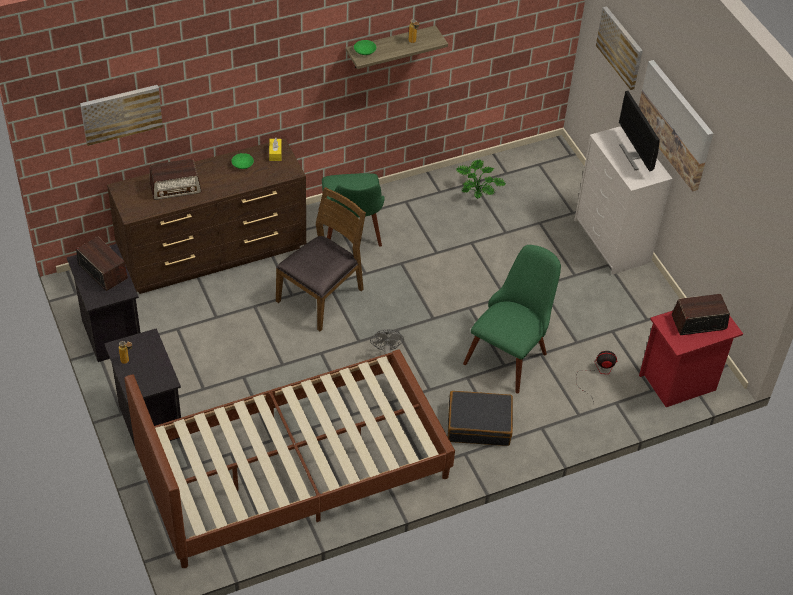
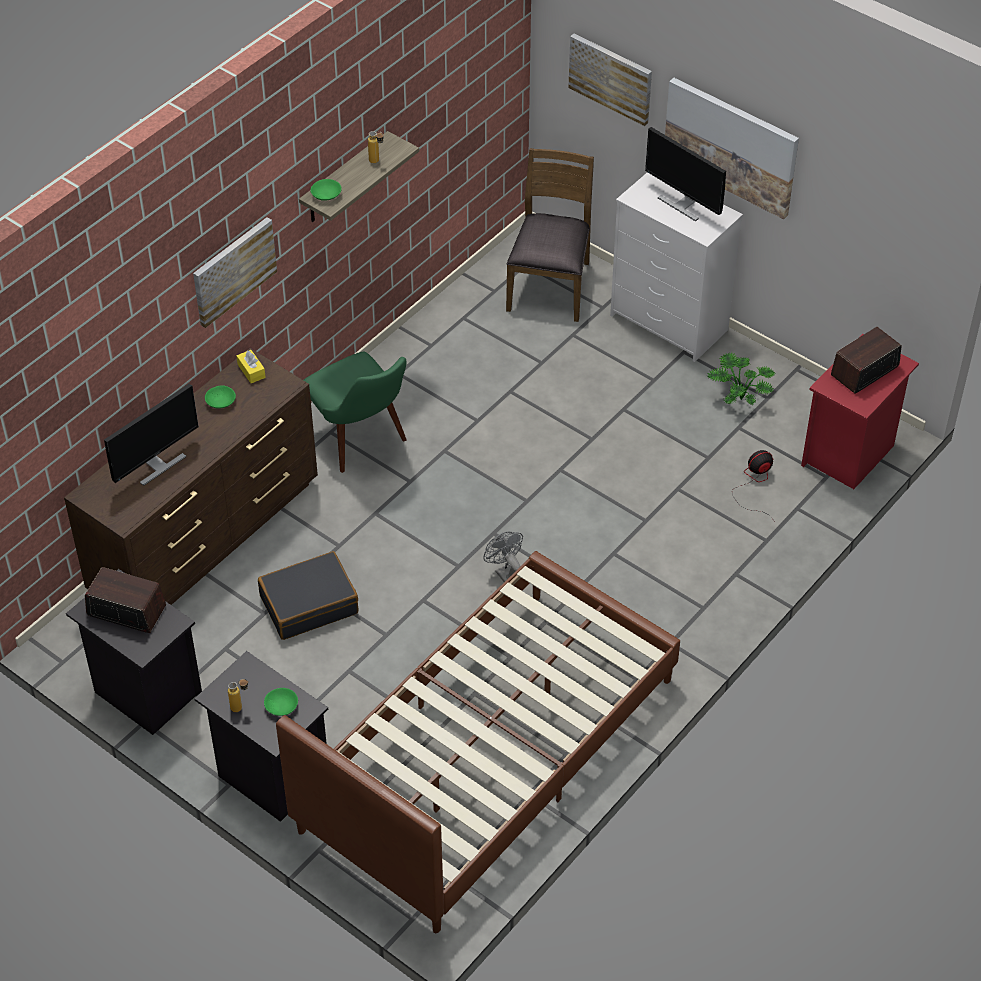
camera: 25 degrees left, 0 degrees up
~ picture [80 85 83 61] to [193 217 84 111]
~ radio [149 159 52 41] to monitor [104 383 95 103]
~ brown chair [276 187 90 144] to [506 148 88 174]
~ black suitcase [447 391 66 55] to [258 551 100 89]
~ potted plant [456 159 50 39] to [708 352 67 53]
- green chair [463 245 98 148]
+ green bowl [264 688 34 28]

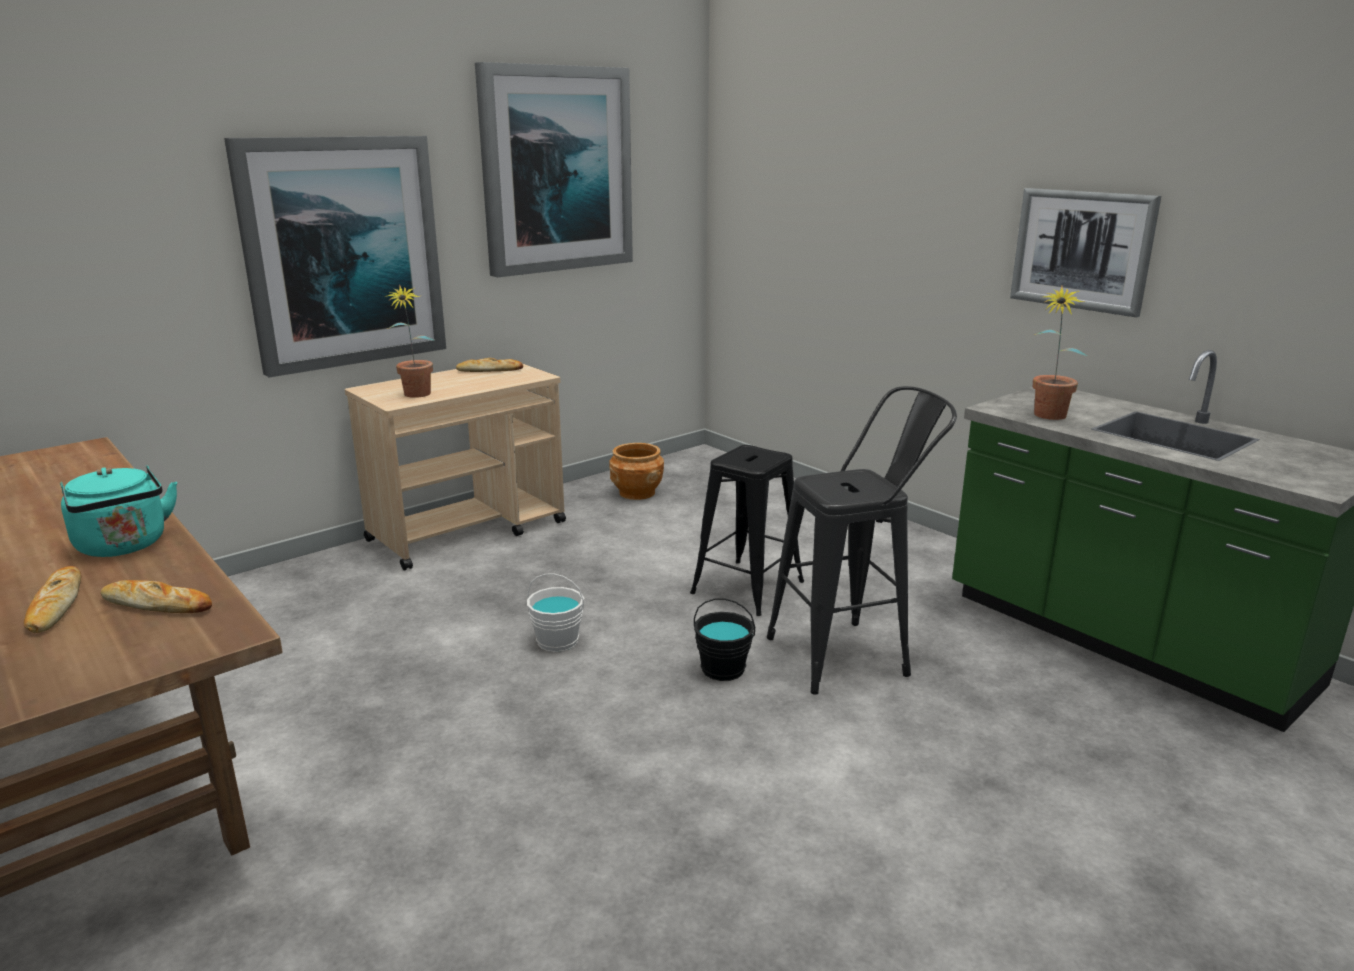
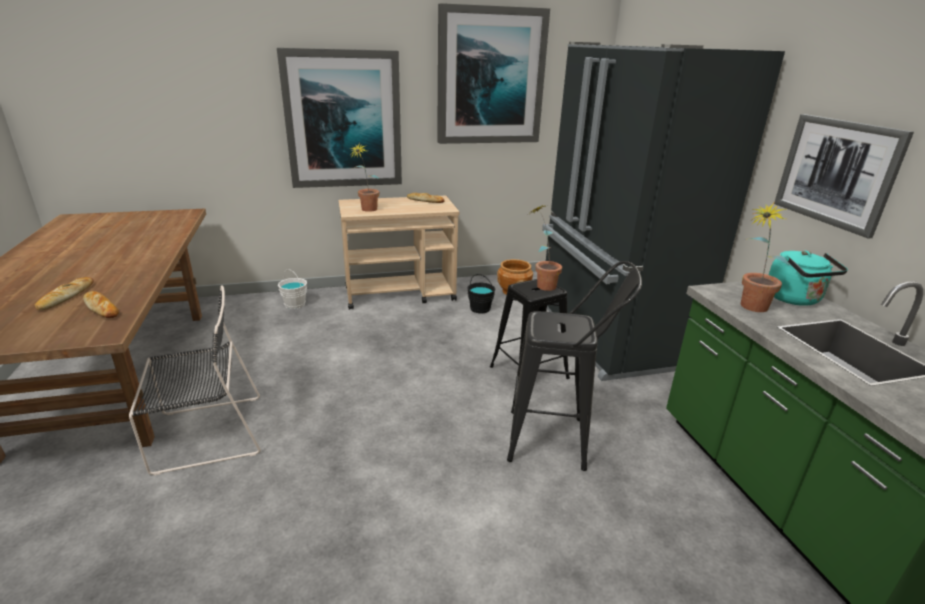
camera: 25 degrees right, 5 degrees up
~ turquoise kettle [60 465 117 92] to [769 251 79 55]
~ white bucket [527 573 57 79] to [278 269 29 40]
~ black bucket [694 598 61 83] to [467 274 28 39]
+ black chair [129 285 132 191]
+ potted plant [526 205 36 86]
+ black fridge [542 42 243 339]

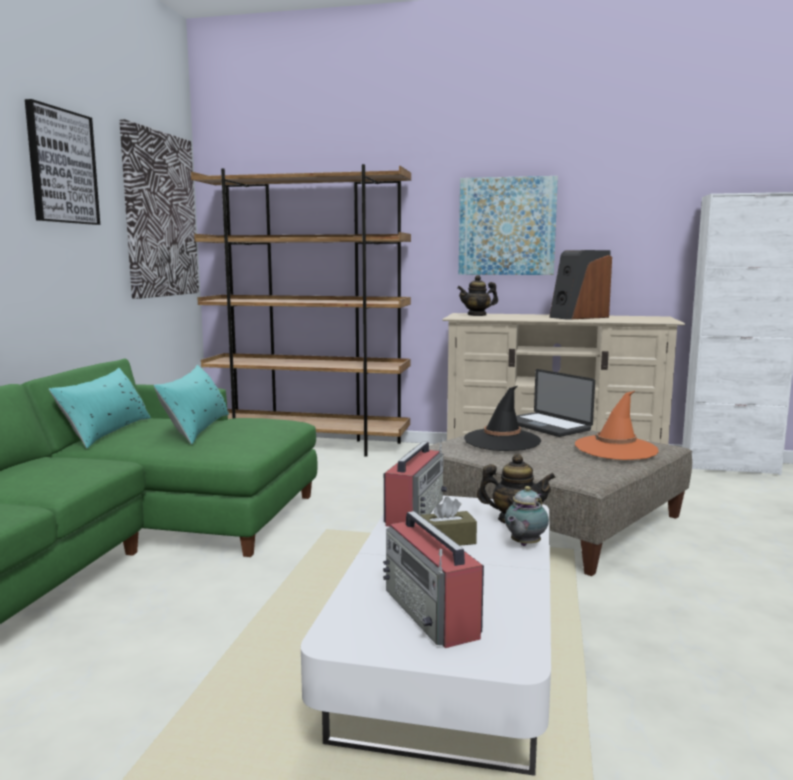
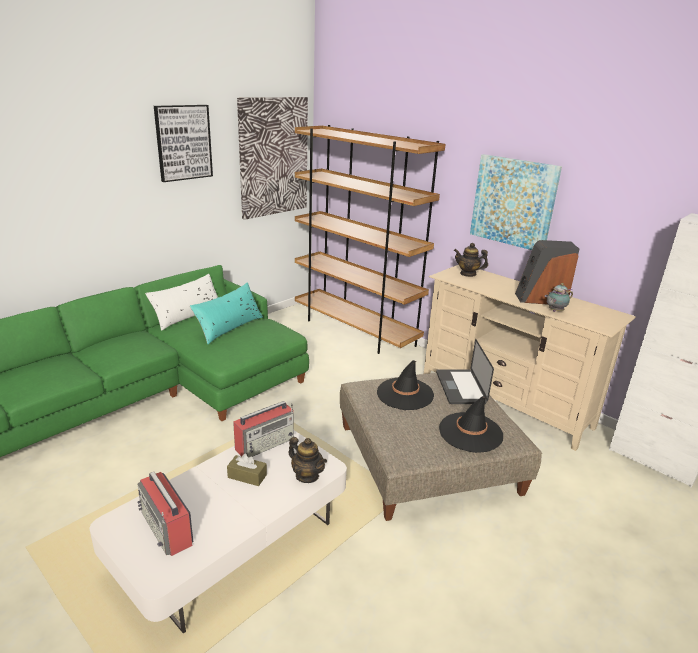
camera: 30 degrees right, 15 degrees up
~ turquoise pillow [49 368 102 80] to white pillow [145 274 73 57]
~ radio [383 511 101 137] = [137 472 56 84] 45 degrees counterclockwise
~ teapot [505 486 44 60] to [545 283 28 29]
~ orange hat [575 391 83 69] to black hat [439 396 64 57]

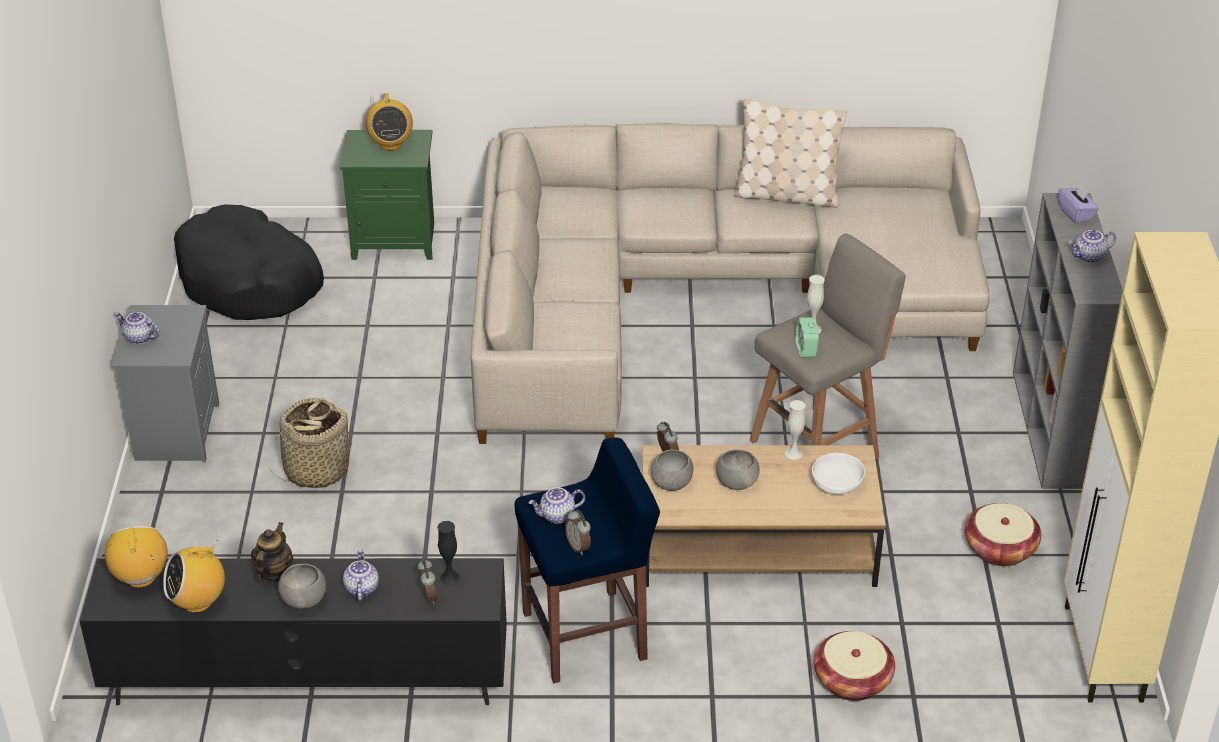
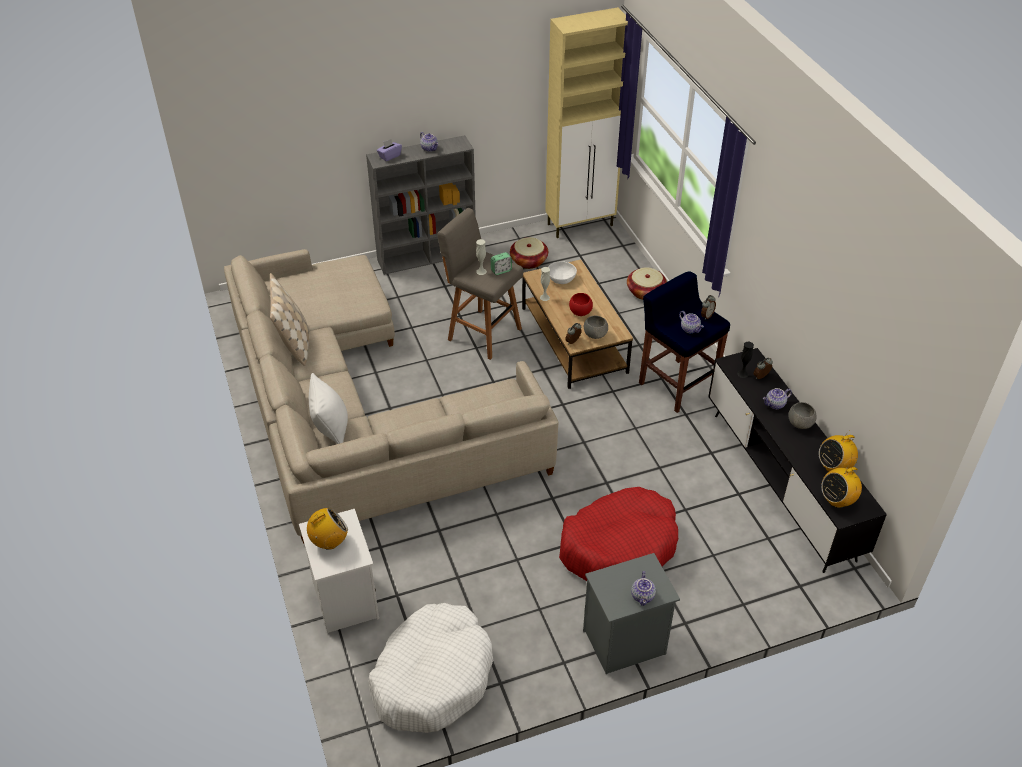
camera: 110 degrees left, 5 degrees up
~ radio [163 540 62 73] = [819 431 39 41] 105 degrees clockwise
~ black dog bed [174 205 150 115] to white dog bed [368 603 125 130]
- teapot [251 522 42 60]
~ basket [270 398 83 90] to red dog bed [559 487 119 94]
~ green nightstand [340 130 94 130] to white nightstand [299 509 80 124]
~ grey bowl [716 449 44 41] to red bowl [569 293 24 23]
+ white pillow [309 373 39 71]

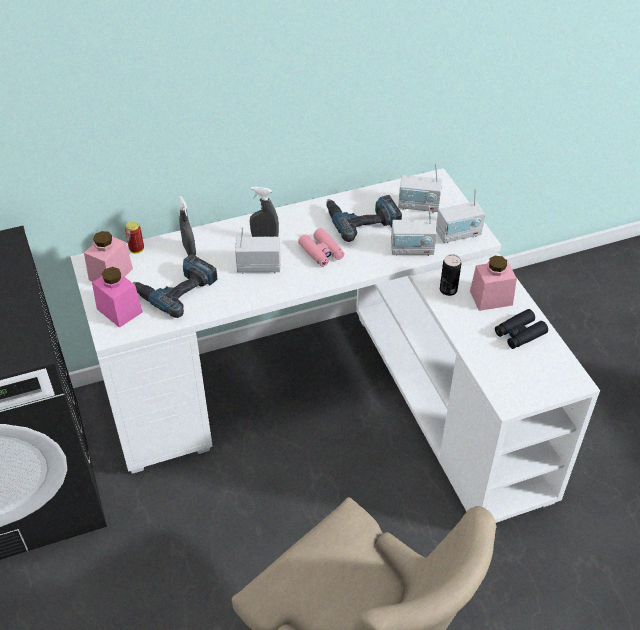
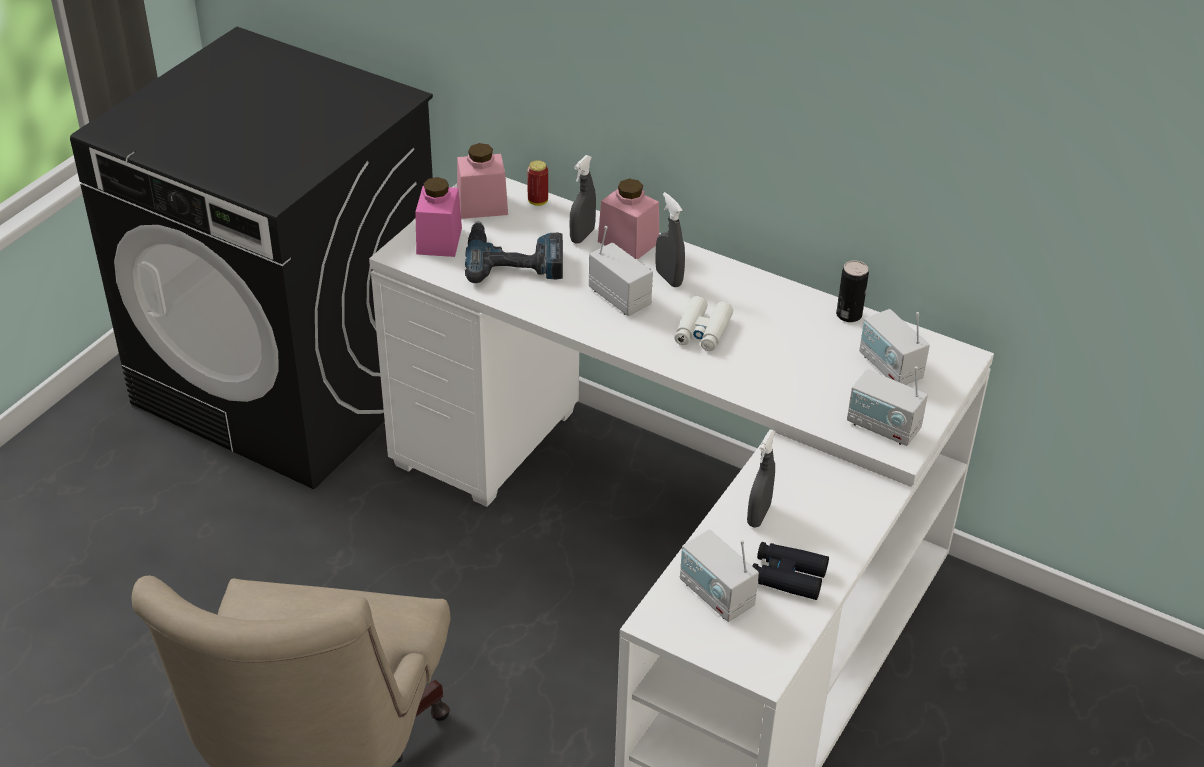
camera: 50 degrees right, 5 degrees down
~ pink binoculars [298 228 46 39] to white binoculars [674 296 59 55]
- power drill [326 195 76 47]
~ radio [391 206 46 50] to [680 529 79 93]
~ can [440 254 22 42] to [836 260 33 62]
~ pink jar [470 256 47 55] to [598 179 61 80]
+ grey spray bottle [747 429 28 99]

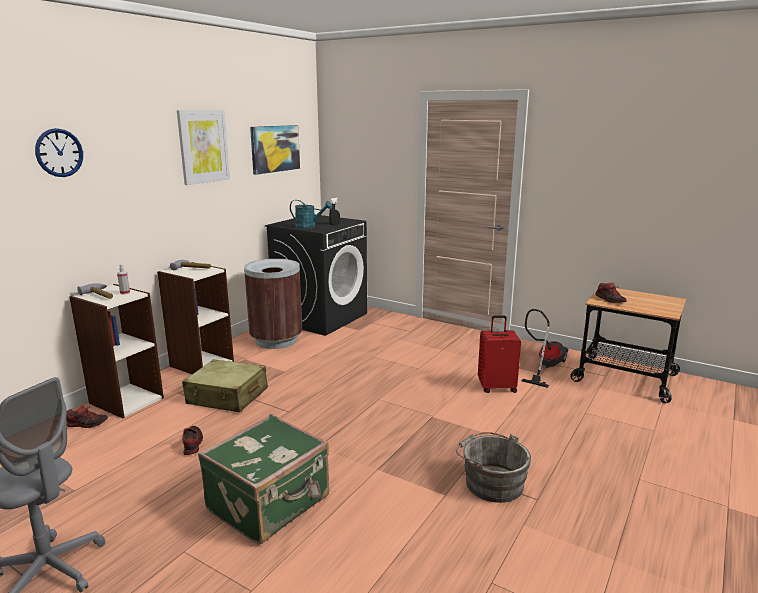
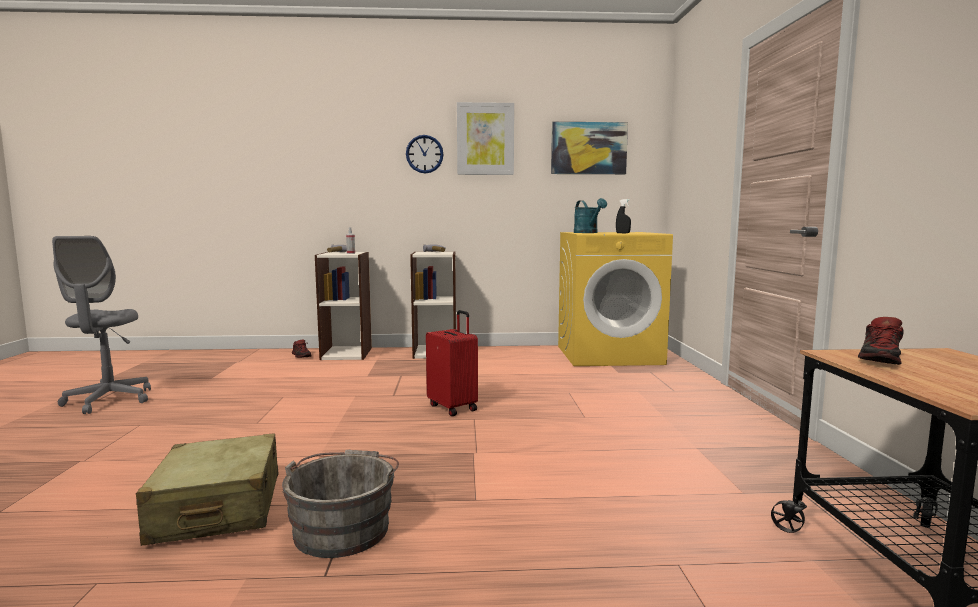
camera: 55 degrees right, 10 degrees down
~ wall clock [35 128 48 49] to [406 135 38 38]
~ beige suitcase [182 359 86 54] to [136 433 143 113]
- shoe [183 426 20 29]
- green suitcase [198 414 131 130]
- brown trash can [244 259 58 90]
~ black washing machine [265 214 102 122] to yellow washing machine [558 232 115 134]
~ red suitcase [478 315 43 78] to [426 310 52 106]
- vacuum cleaner [521 309 48 79]

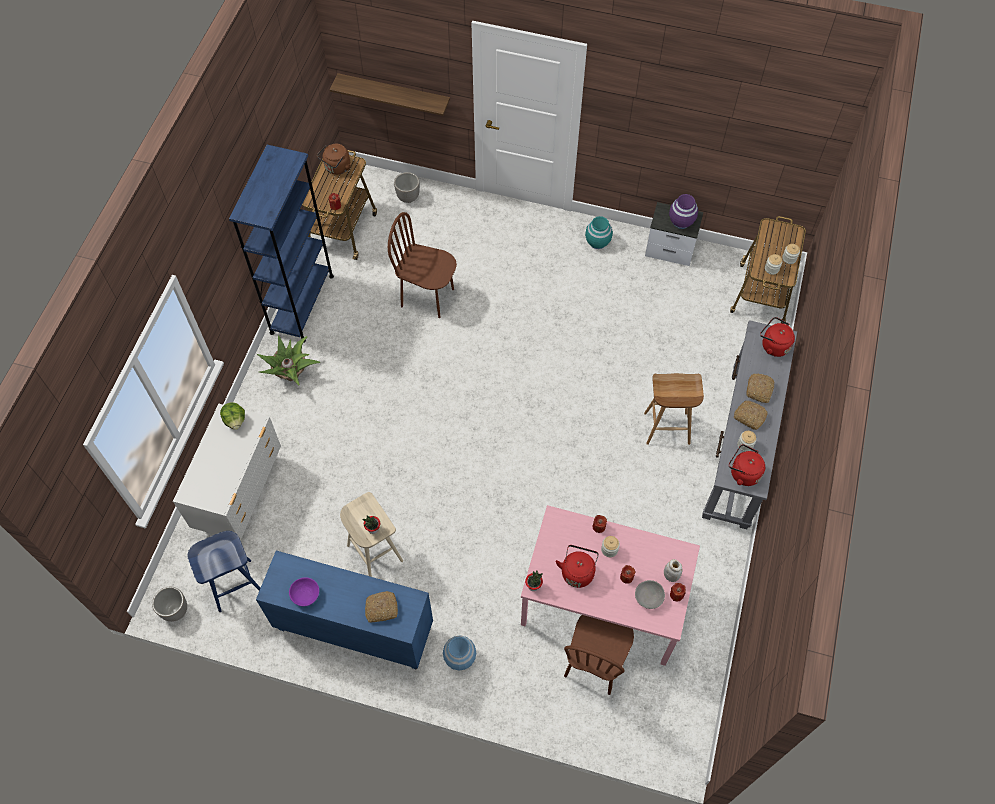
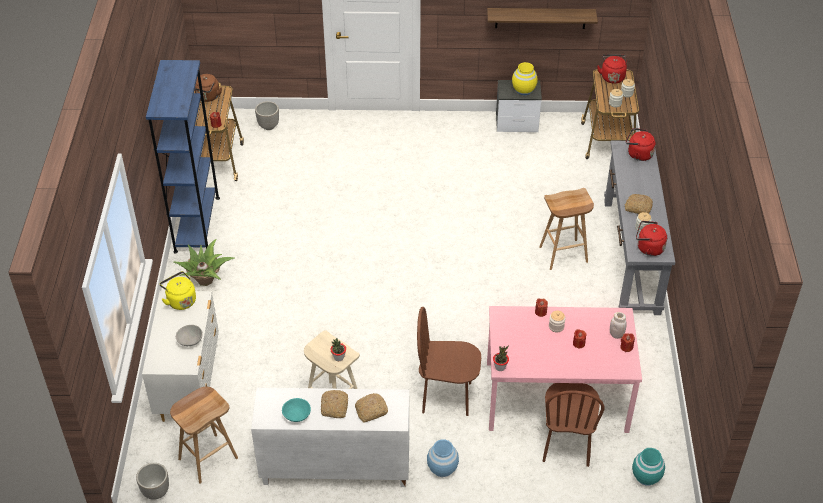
camera: 15 degrees left, 15 degrees down
~ blue stool [188 531 72 81] to brown stool [170 387 68 97]
~ lettuce [220 403 25 27] to yellow kettle [160 271 36 39]
~ blue cabinet [256 551 177 119] to white cabinet [251 388 158 99]
~ purple bowl [289 577 30 29] to turquoise bowl [282 398 29 24]
~ shelf [330 73 120 43] to [487 8 111 21]
~ brown chair [388 212 69 106] to [417 307 64 109]
~ red kettle [556 545 43 43] to [597 54 30 30]
~ turquoise vase [585 216 28 33] to [632 448 33 38]
~ grey bowl [635 580 30 29] to [176 325 27 21]
~ purple vase [669 194 29 35] to yellow vase [512 62 26 33]
~ bread [746 374 29 29] to [321 390 27 28]

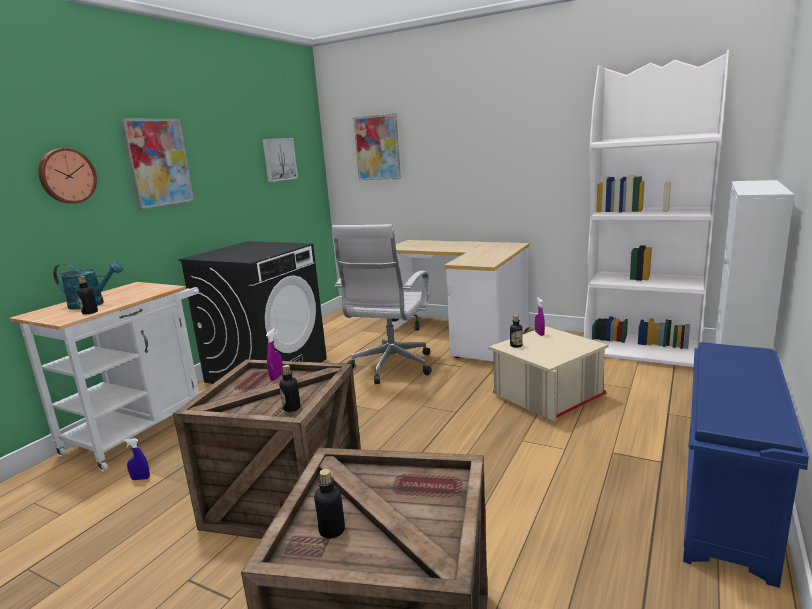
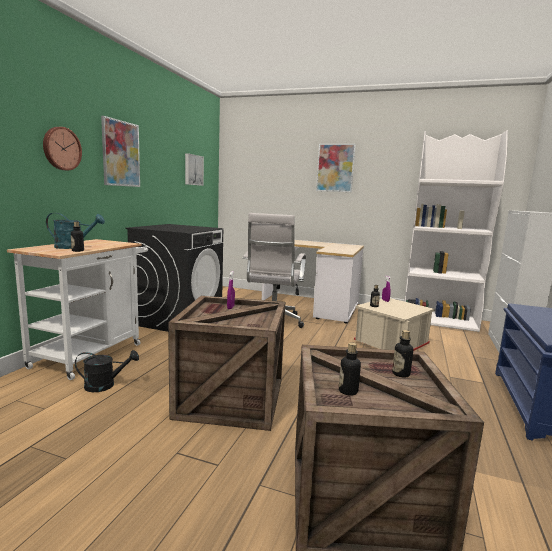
camera: 10 degrees left, 5 degrees down
~ blue spray bottle [123 438 27 42] to black watering can [75 350 64 42]
~ bottle [279 365 21 47] to [392 330 21 47]
~ picture [353 114 48 66] to [316 144 40 48]

